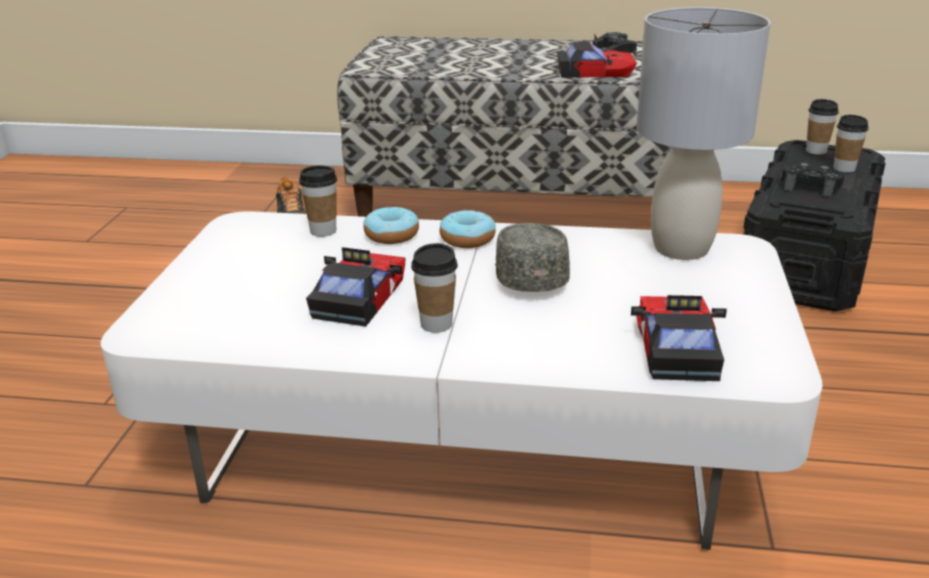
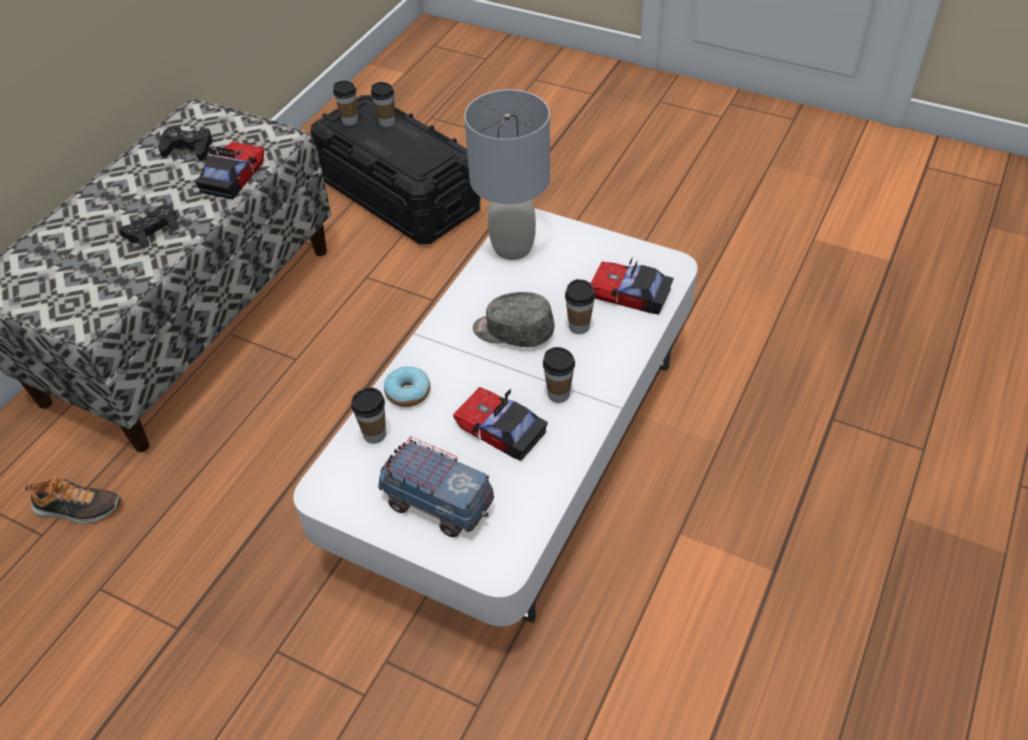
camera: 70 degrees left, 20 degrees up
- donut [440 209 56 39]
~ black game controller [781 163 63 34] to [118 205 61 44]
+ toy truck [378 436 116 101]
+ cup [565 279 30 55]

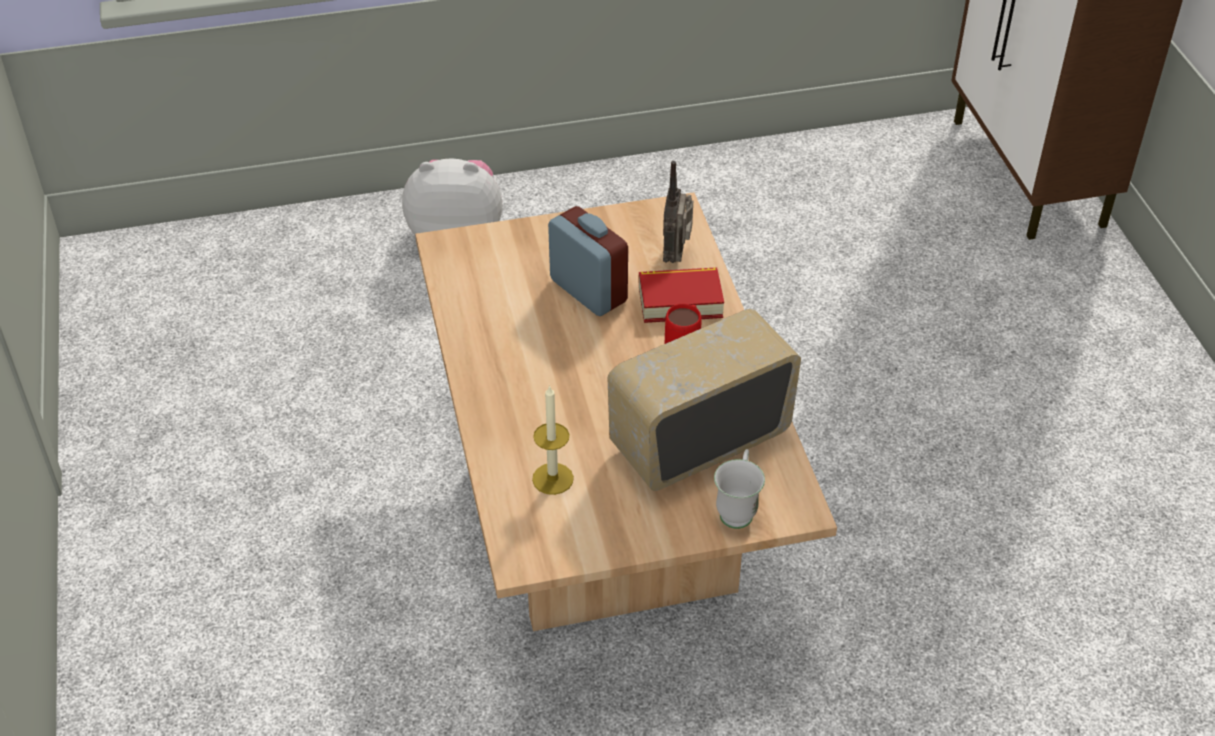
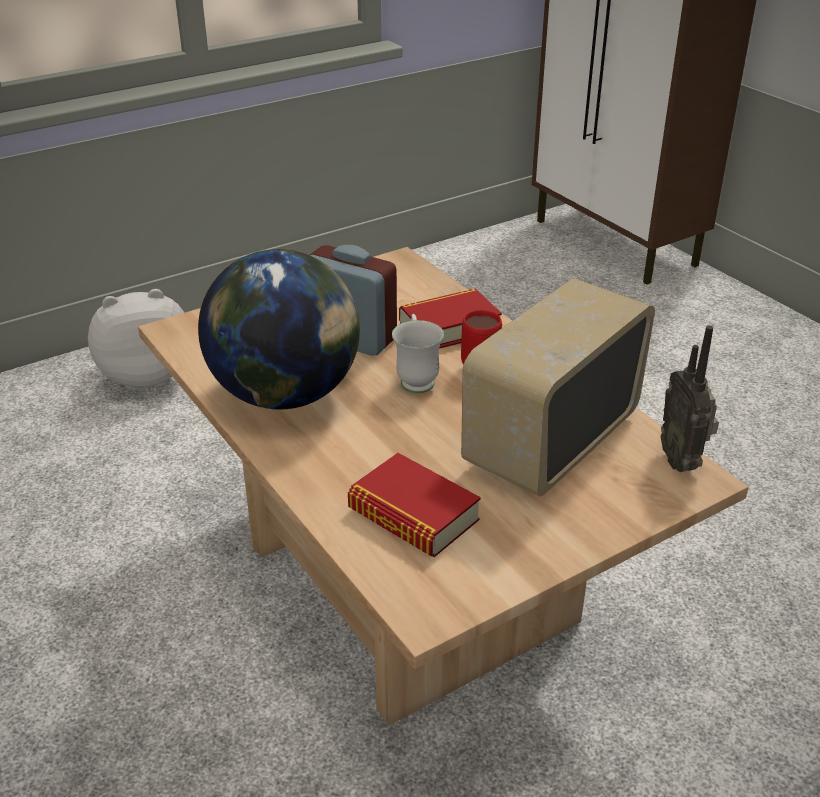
camera: 20 degrees left, 10 degrees down
~ candle [532 385 42 110] to book [348 453 133 104]
~ radio [663 161 30 102] to [661 325 58 147]
~ white mug [714 449 51 80] to [392 314 52 79]
+ globe [198 249 162 160]

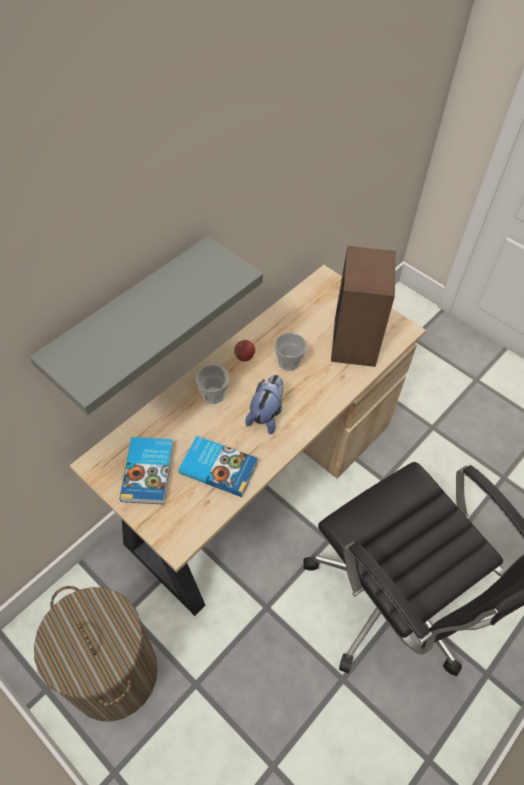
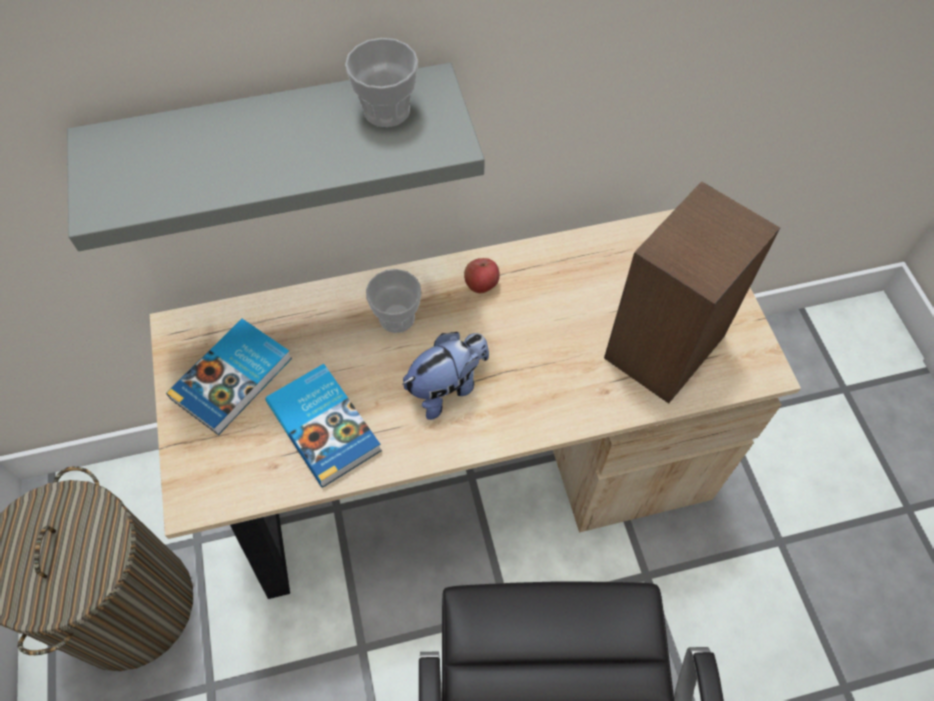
camera: 35 degrees right, 5 degrees up
~ cup [275 333 32 38] to [345 38 73 89]

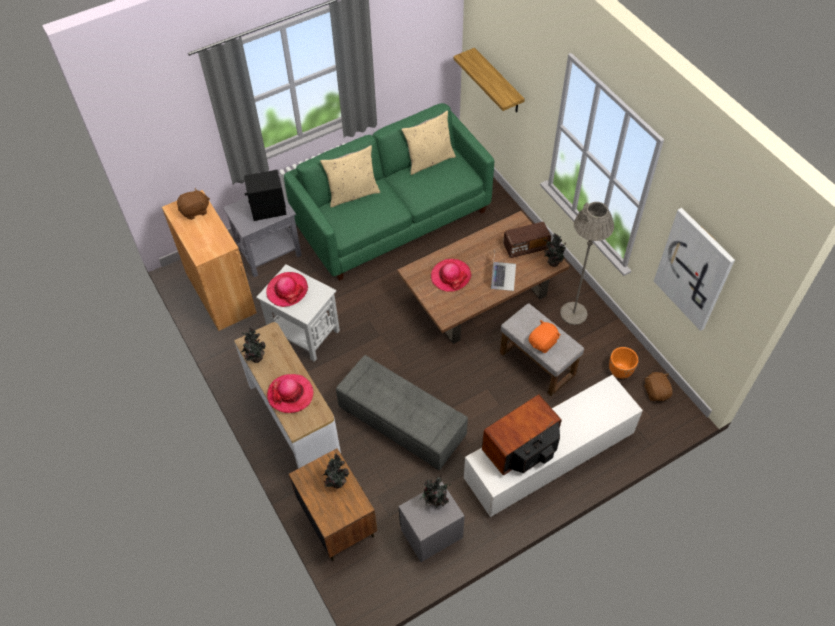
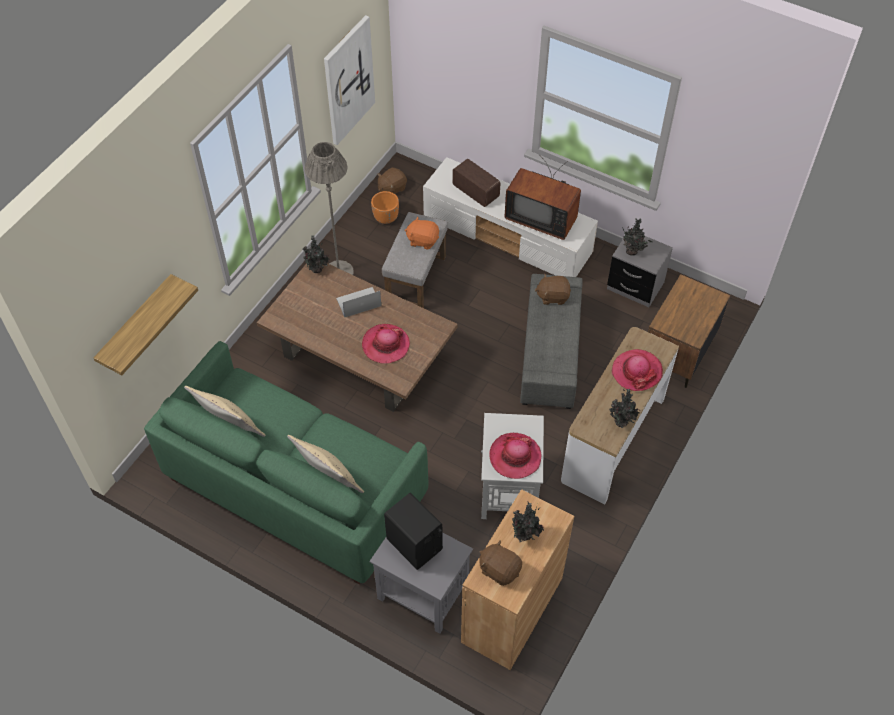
camera: 120 degrees left, 0 degrees up
~ potted plant [322 453 27 36] to [512 501 32 41]
~ radio [503 222 48 36] to [452 159 48 48]
+ brown plush toy [535 274 36 31]

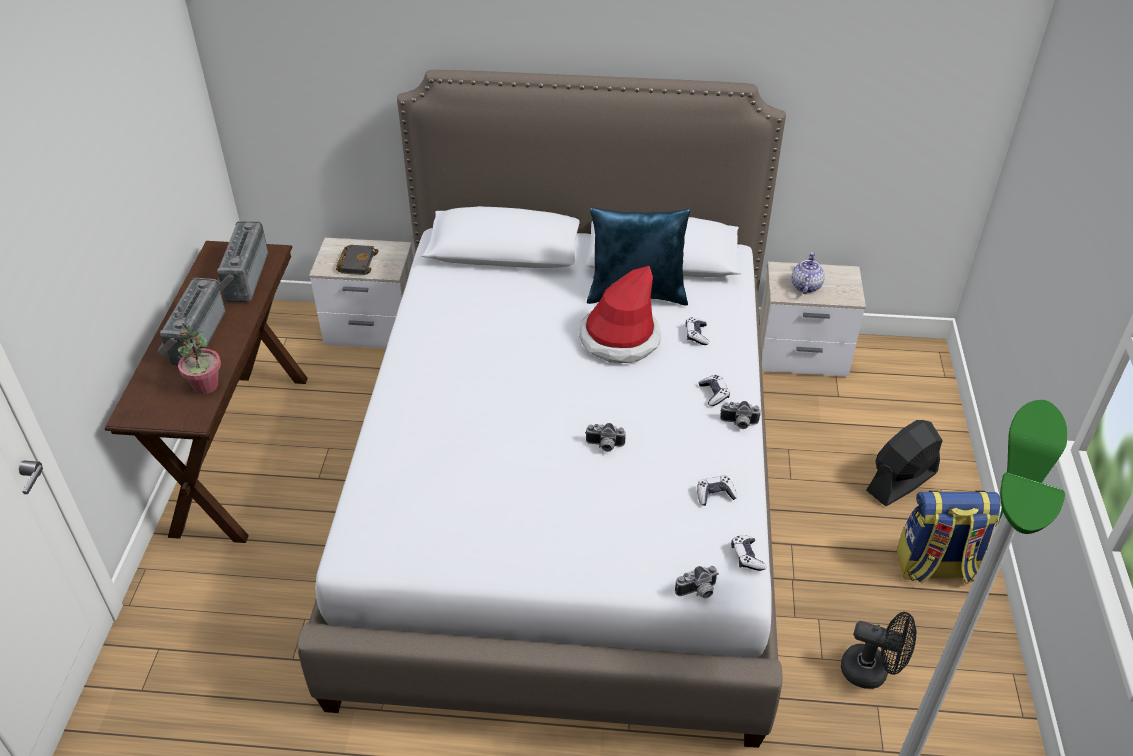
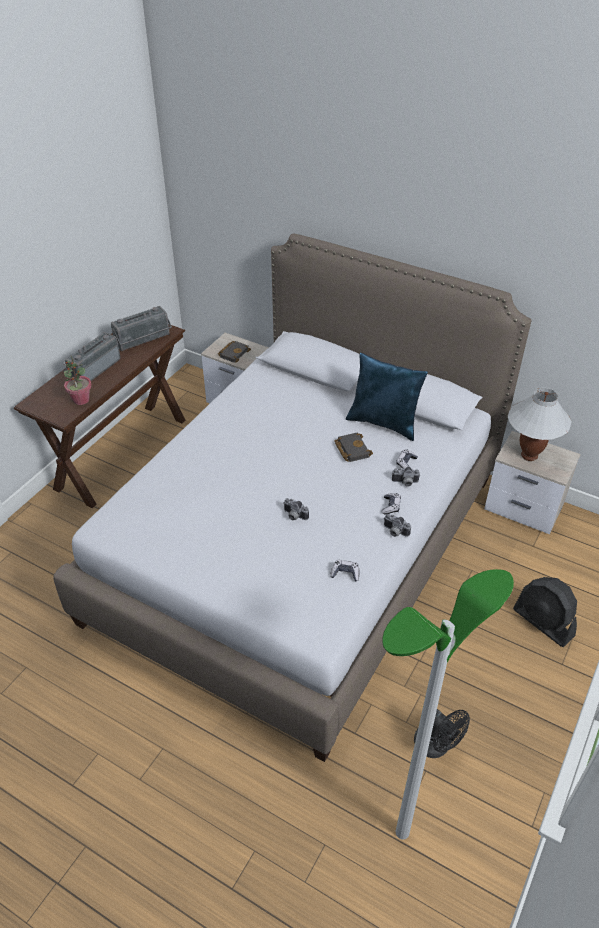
camera: 25 degrees right, 0 degrees up
~ radio [217 221 51 81] = [111 306 61 45] 150 degrees counterclockwise
~ hat [579 266 82 97] to black book [335 432 38 30]
~ photo camera [675 566 44 32] to [392 467 28 20]
- game controller [731 535 35 36]
~ teapot [792 252 33 42] to white table lamp [508 388 64 73]
~ black fan [866 420 77 86] = [513 577 64 70] 120 degrees counterclockwise
- backpack [897 491 104 93]

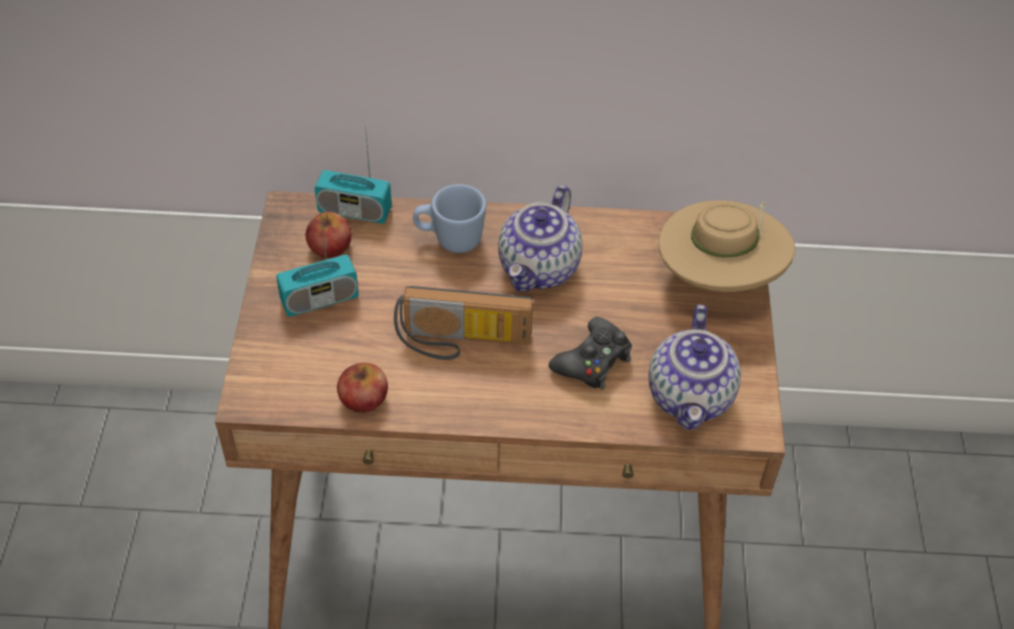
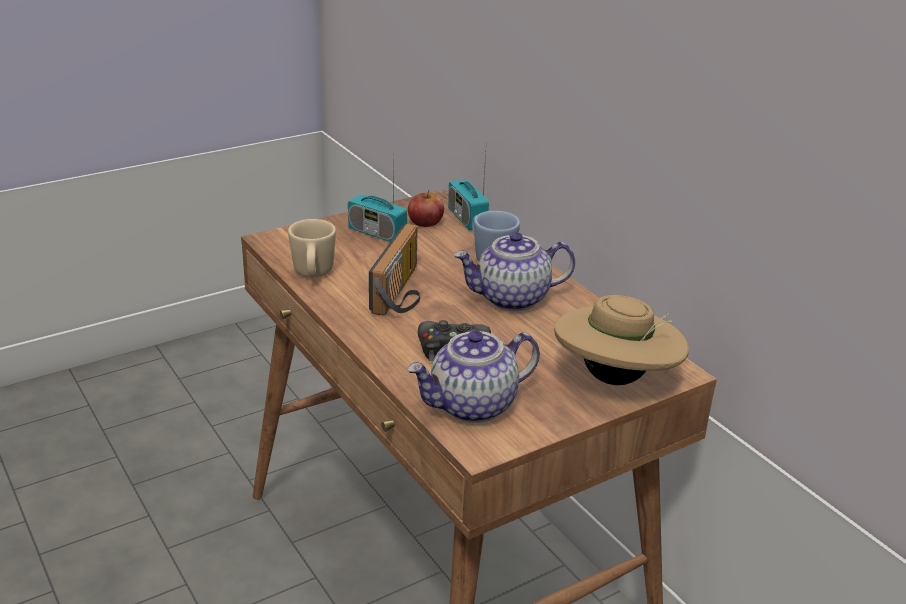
camera: 55 degrees right, 20 degrees down
~ apple [337 363 51 50] to beige mug [288 219 48 58]
~ radio [394 286 139 74] = [369 224 51 91] 135 degrees counterclockwise

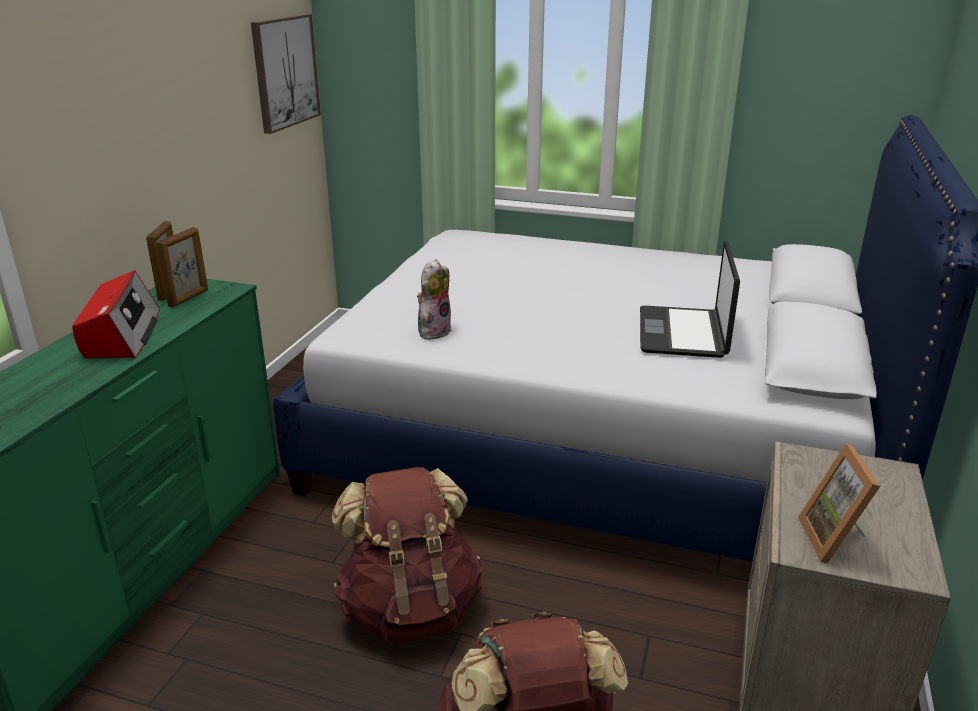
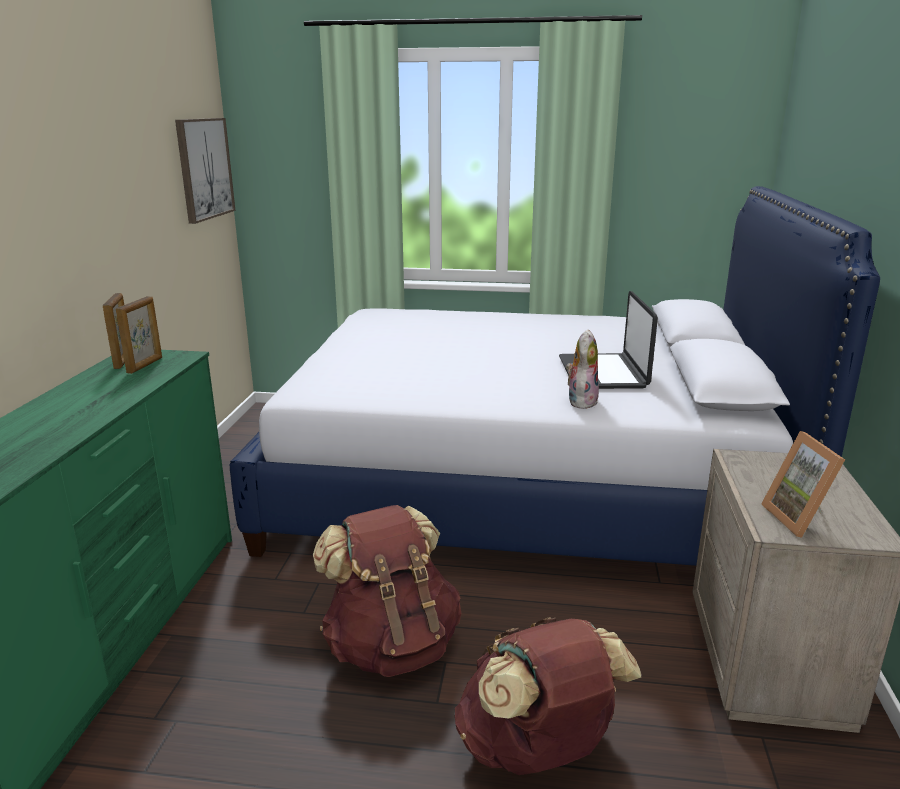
camera: 10 degrees left, 5 degrees down
- radio [72 270 88 88]
~ plush toy [417 259 35 81] to [566 329 33 80]

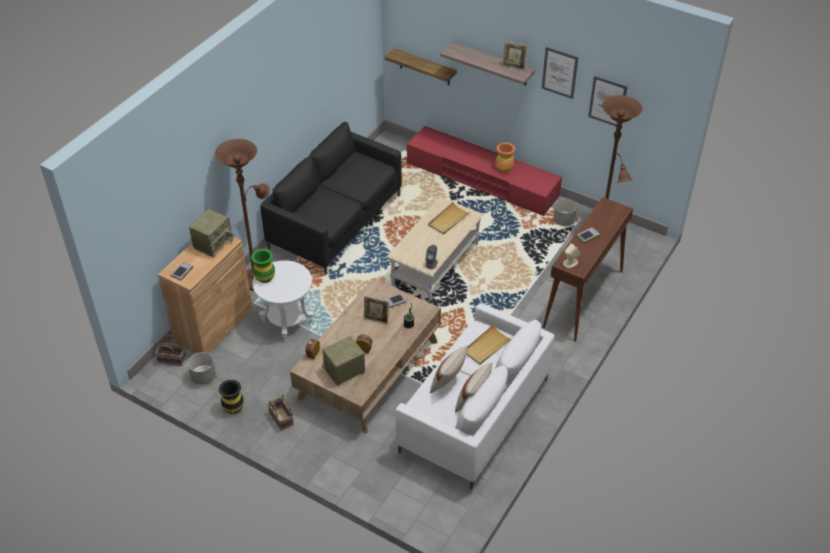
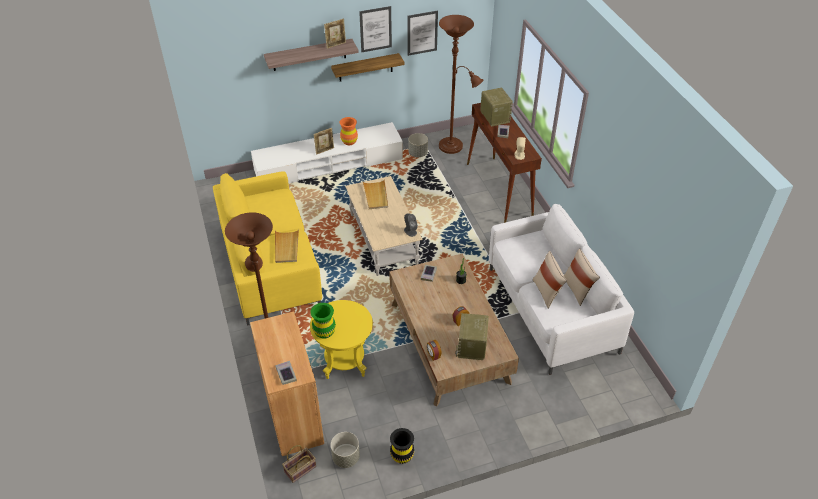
camera: 50 degrees left, 0 degrees up
~ radio [189 209 45 49] to [480 87 33 40]
~ white side table [253 260 60 81] to yellow side table [310 300 63 79]
~ black sofa [260 122 142 153] to yellow sofa [213 171 109 155]
- basket [267 394 27 37]
~ picture frame [364 296 25 28] to [314 128 20 27]
~ shelf [385 49 72 36] to [331 53 73 29]
~ red tv stand [407 126 155 90] to white tv stand [251 122 152 61]
~ beige tray [466 324 45 41] to [275 229 24 34]

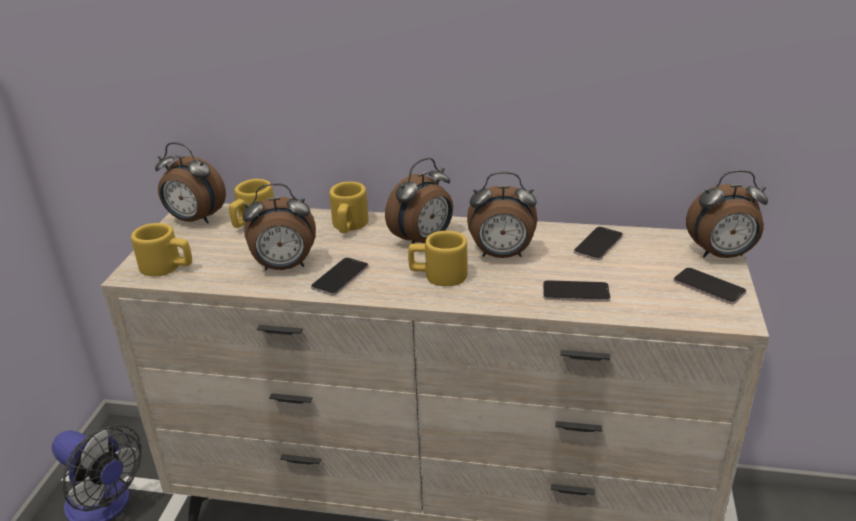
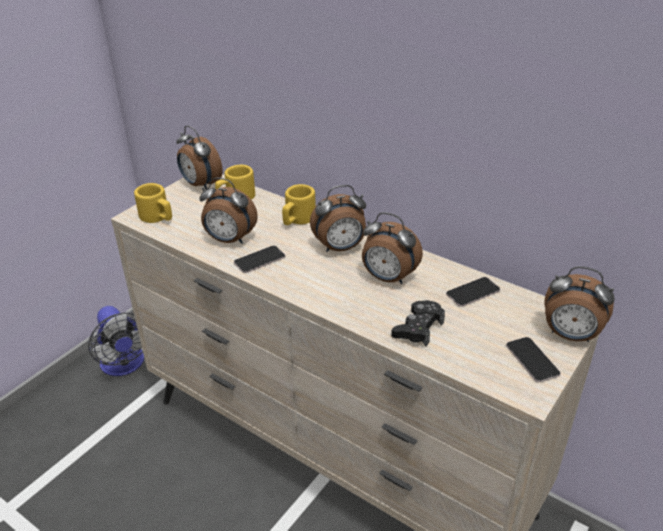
camera: 25 degrees right, 5 degrees up
- yellow mug [408 231 59 55]
~ phone [543 280 68 22] to black game controller [391 300 54 46]

